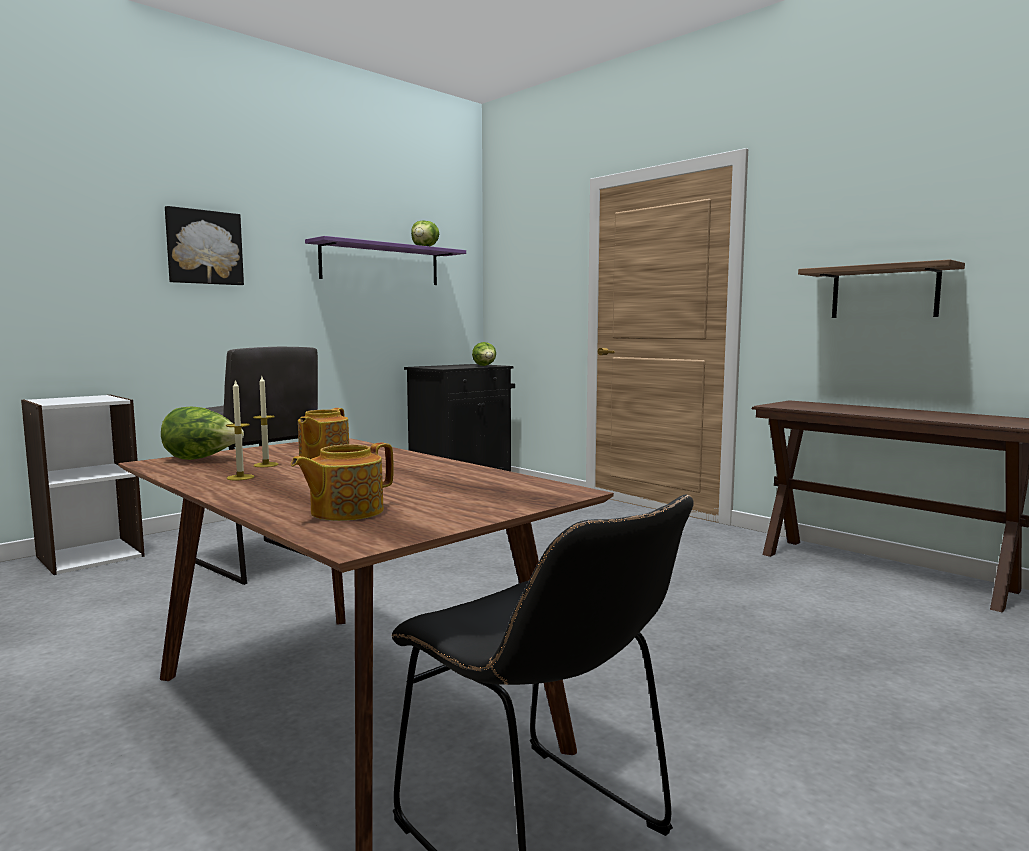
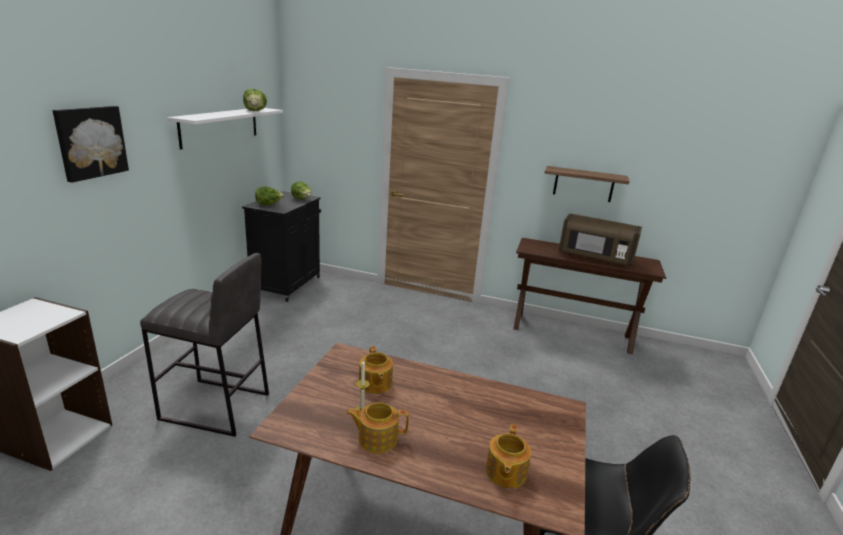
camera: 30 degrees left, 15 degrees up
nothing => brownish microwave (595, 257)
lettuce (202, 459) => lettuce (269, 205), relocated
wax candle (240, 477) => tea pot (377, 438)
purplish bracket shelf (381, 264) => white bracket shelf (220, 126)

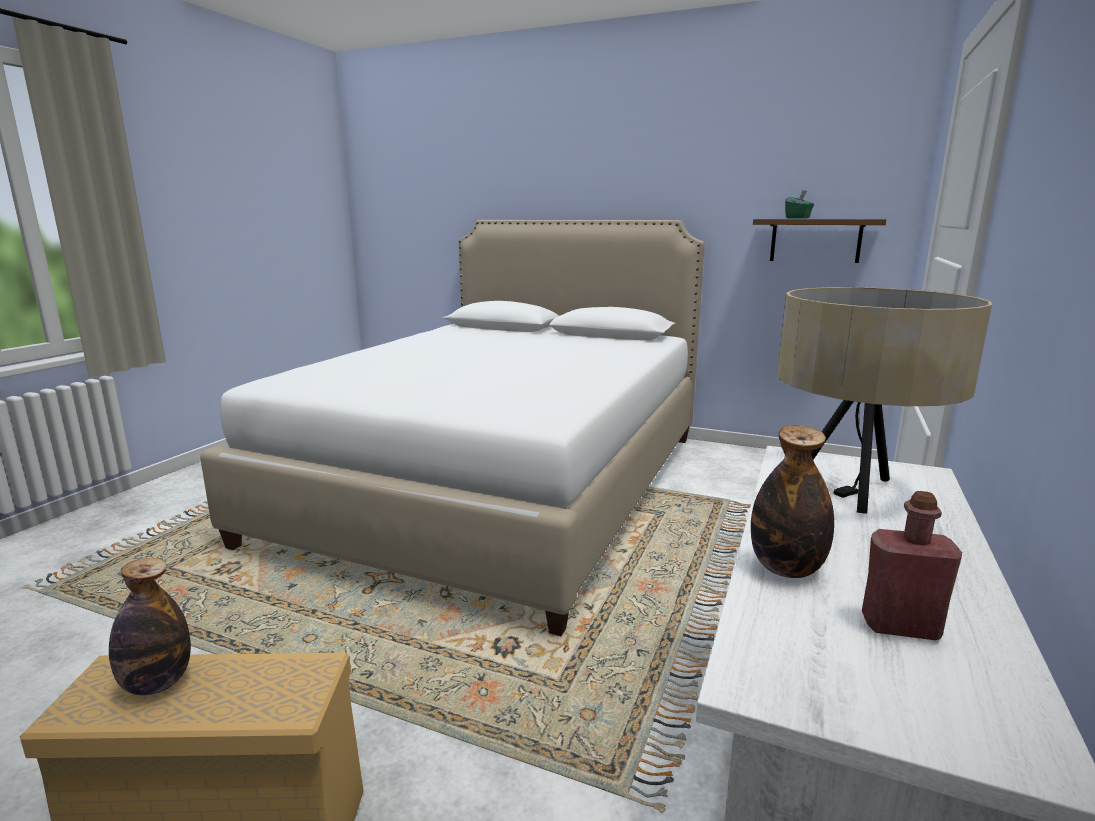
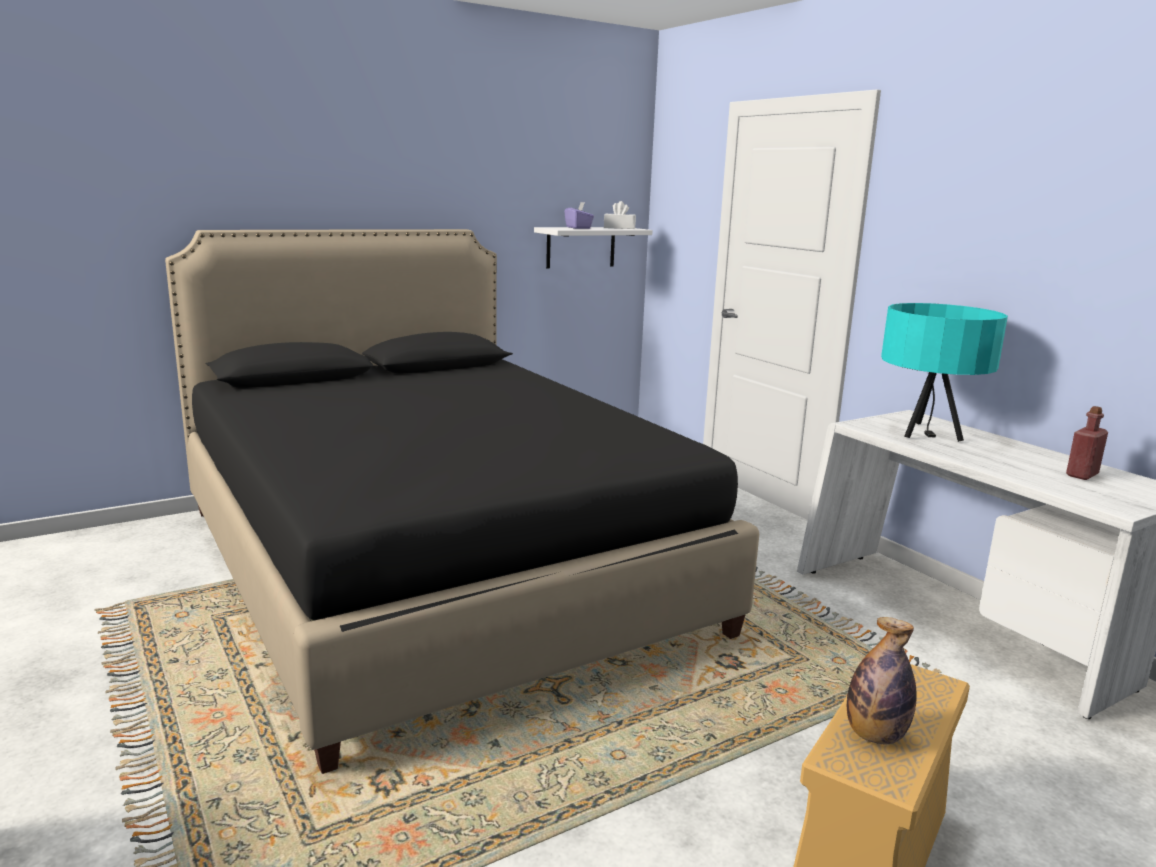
camera: 55 degrees left, 0 degrees up
bottle (786, 569) => nothing
nothing => white tissue holder (619, 228)
white bed (500, 484) => black-coloured bed (432, 567)
brownish bracket shelf (815, 240) => white bracket shelf (581, 247)
beige-coloured tabletop lamp (854, 491) => turquoise-coloured tabletop lamp (927, 433)
green tissue holder (798, 218) => purplish tissue holder (578, 228)

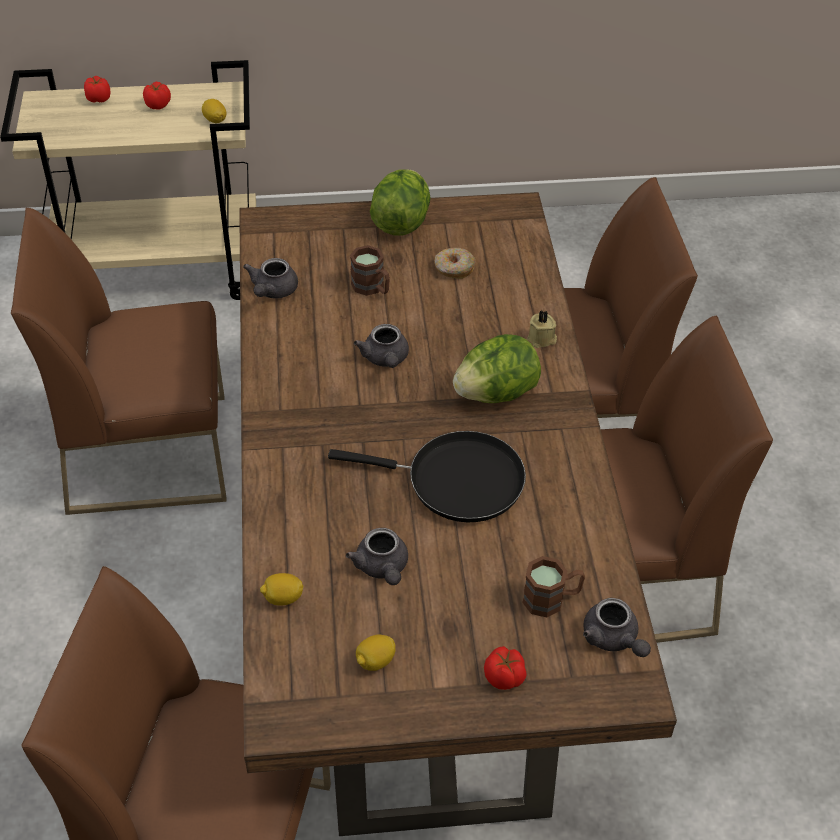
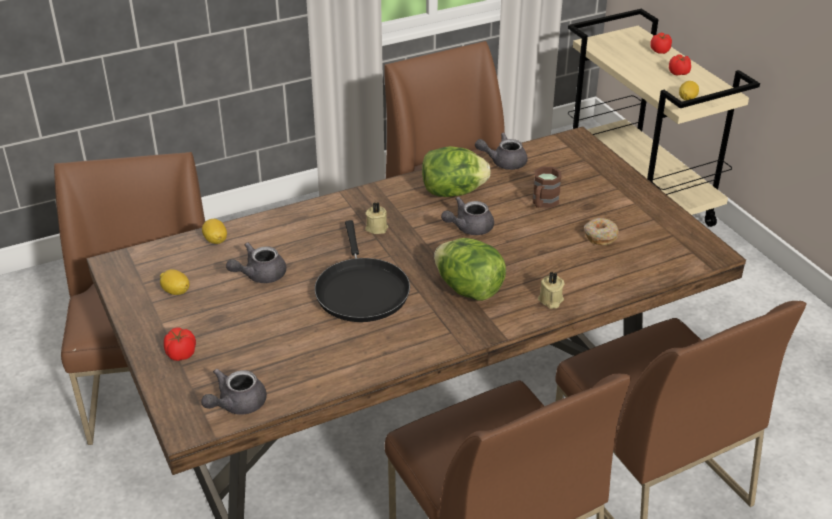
camera: 70 degrees right, 10 degrees down
brownish mug (551, 599) => nothing
nothing => beige-coloured wax candle (376, 227)
lettuce (401, 222) => lettuce (452, 192), relocated

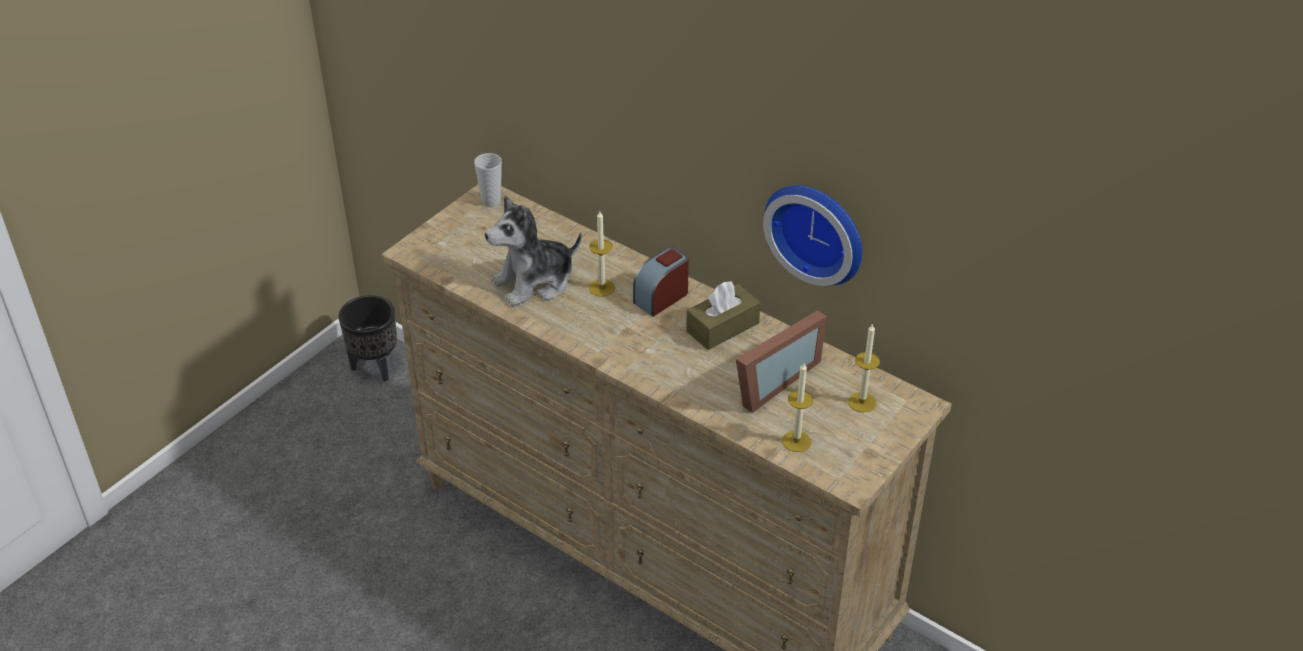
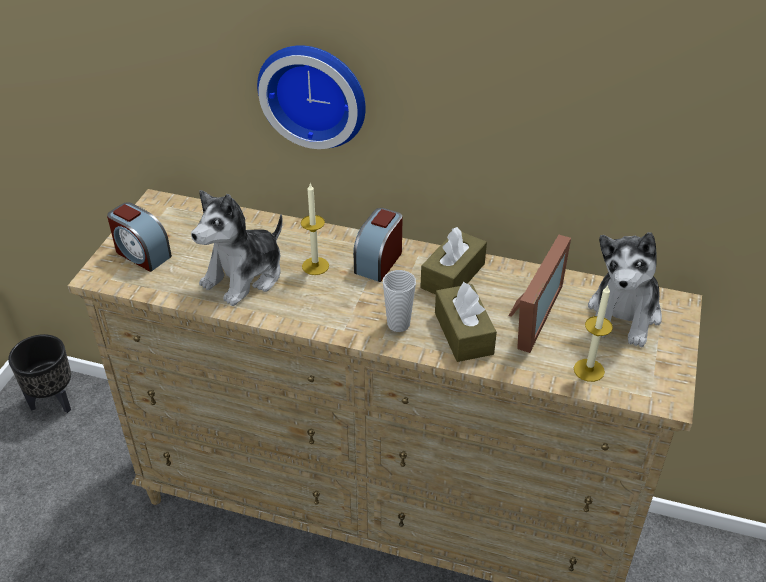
camera: 20 degrees left, 0 degrees up
nothing => table clock (142, 254)
nothing => brownish tissue holder (463, 333)
cup (491, 201) => cup (398, 324), relocated
clock on the wall (818, 230) => clock on the wall (314, 93), relocated
wax candle (862, 402) => plush toy (624, 315)

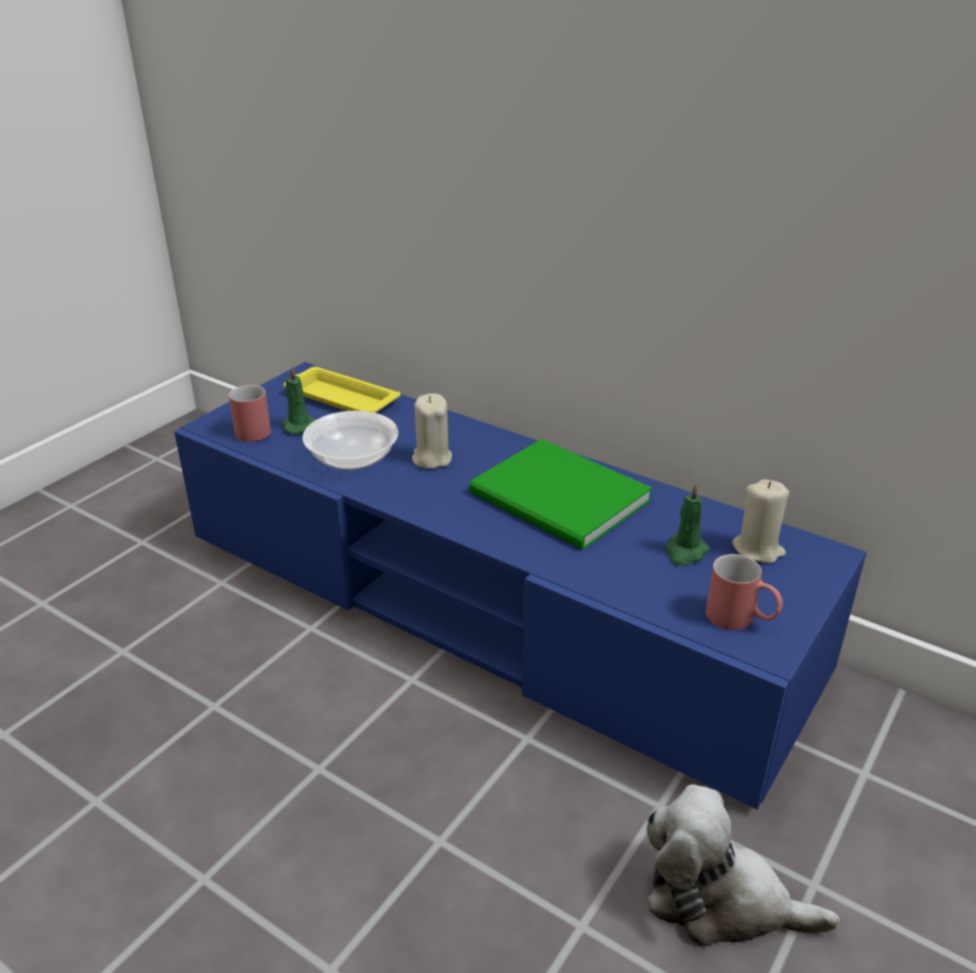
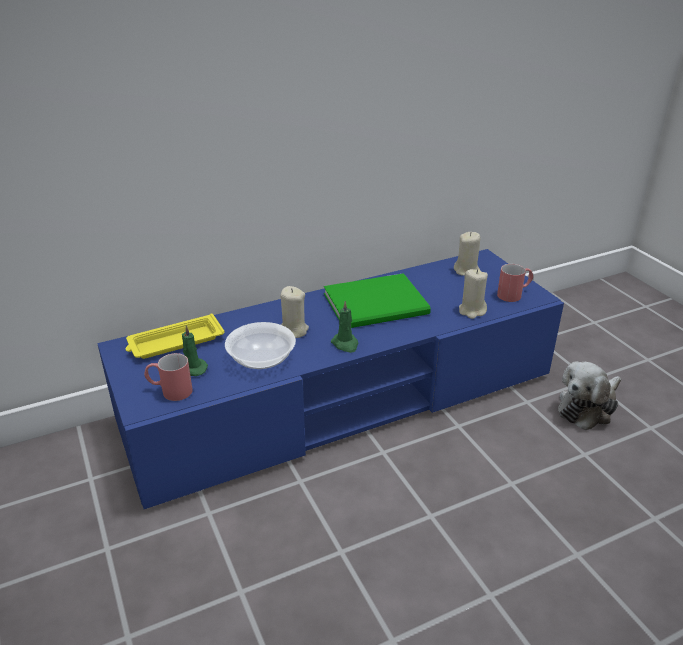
camera: 60 degrees left, 0 degrees up
nothing => beige-coloured wax candle (472, 311)
green wax candle (685, 552) => green wax candle (345, 344), relocated

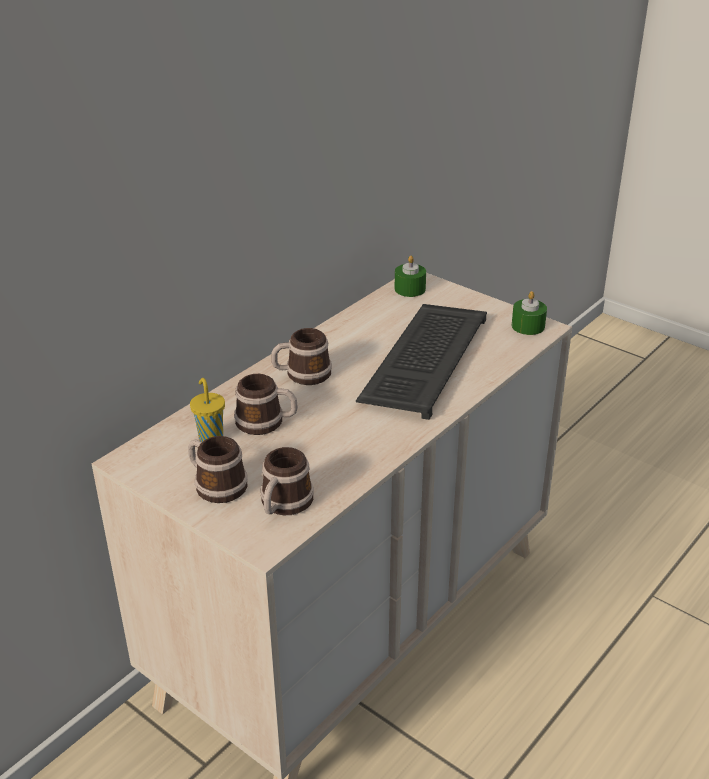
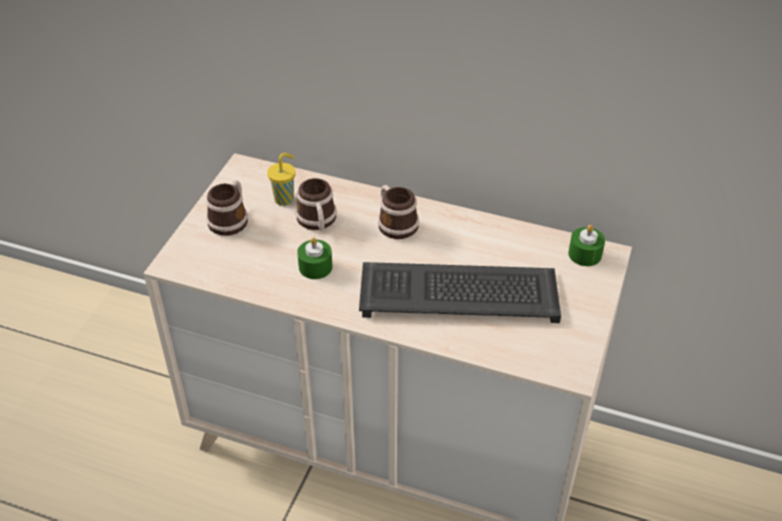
camera: 70 degrees right, 10 degrees up
mug (283, 505) => nothing
green wax candle (528, 326) => green wax candle (315, 267), relocated

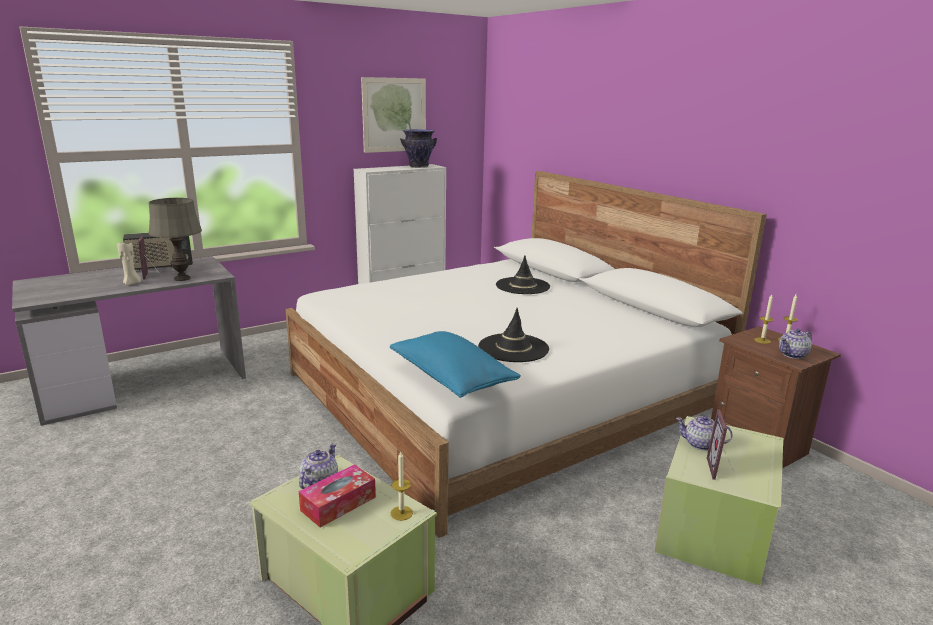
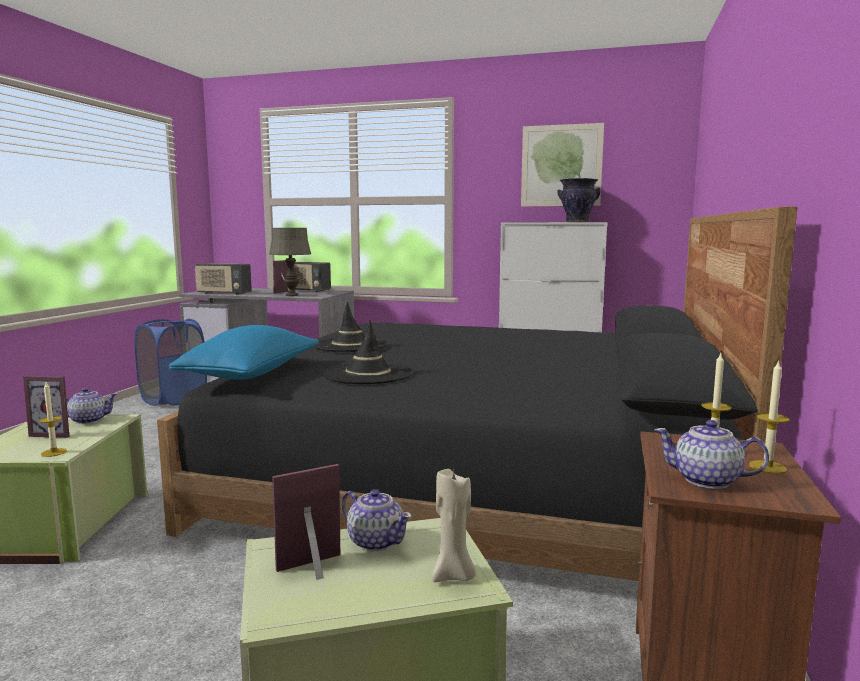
camera: 50 degrees right, 10 degrees down
nothing => blue laundry basket (174, 399)
nothing => radio (223, 293)
beige-coloured wax candle (132, 283) => beige-coloured wax candle (454, 576), relocated
black-coloured wearable hat (522, 286) => black-coloured wearable hat (350, 345), relocated
tissue holder (338, 504) => standing frame (56, 433)
white bed (500, 393) => black-coloured bed (479, 472)
tea pot (701, 444) => tea pot (375, 541), 150 degrees clockwise

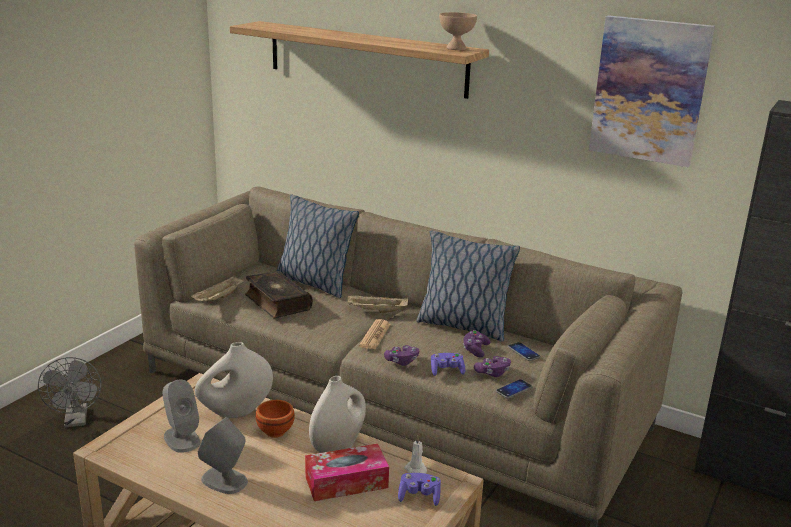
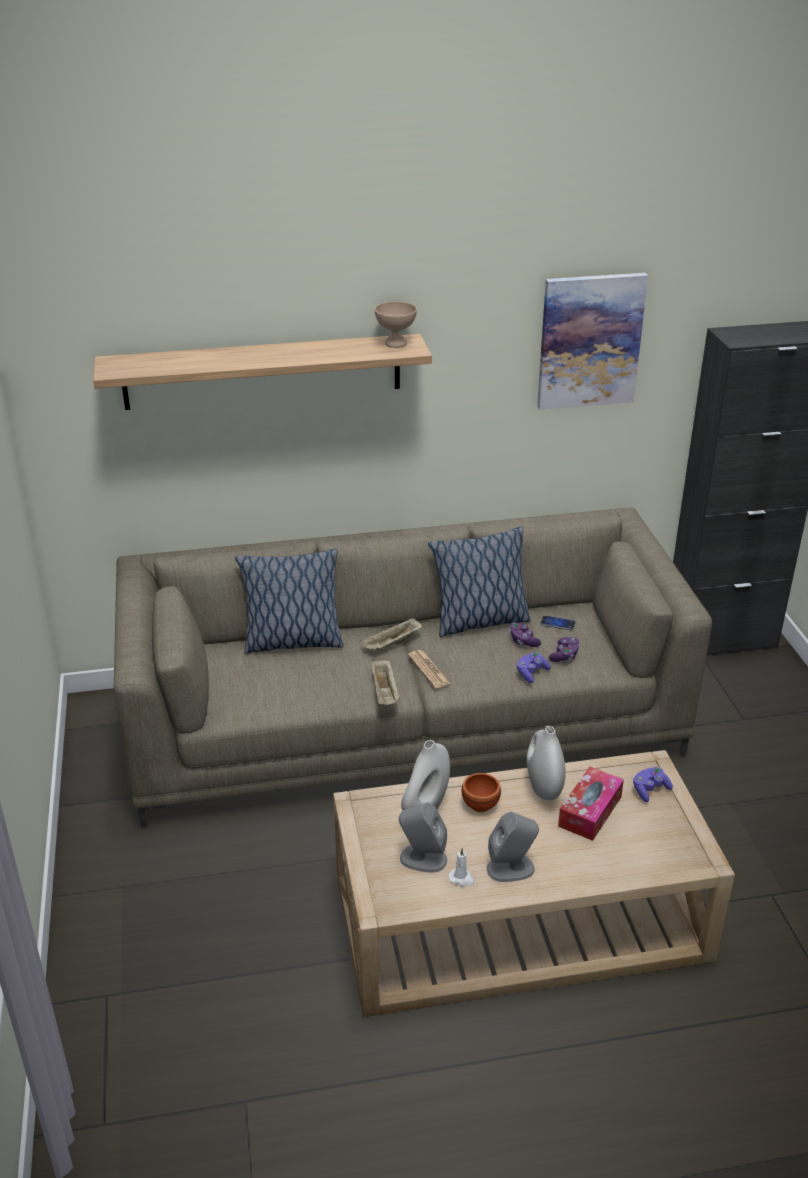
camera: 40 degrees left, 10 degrees up
grey cooling fan (76, 421) => nothing
book (277, 302) => nothing
purplish joypad (402, 361) => nothing
handset (514, 389) => nothing
beige-coloured tray (219, 299) => beige-coloured tray (385, 692), relocated
white wax candle (416, 471) => white wax candle (462, 879), relocated

